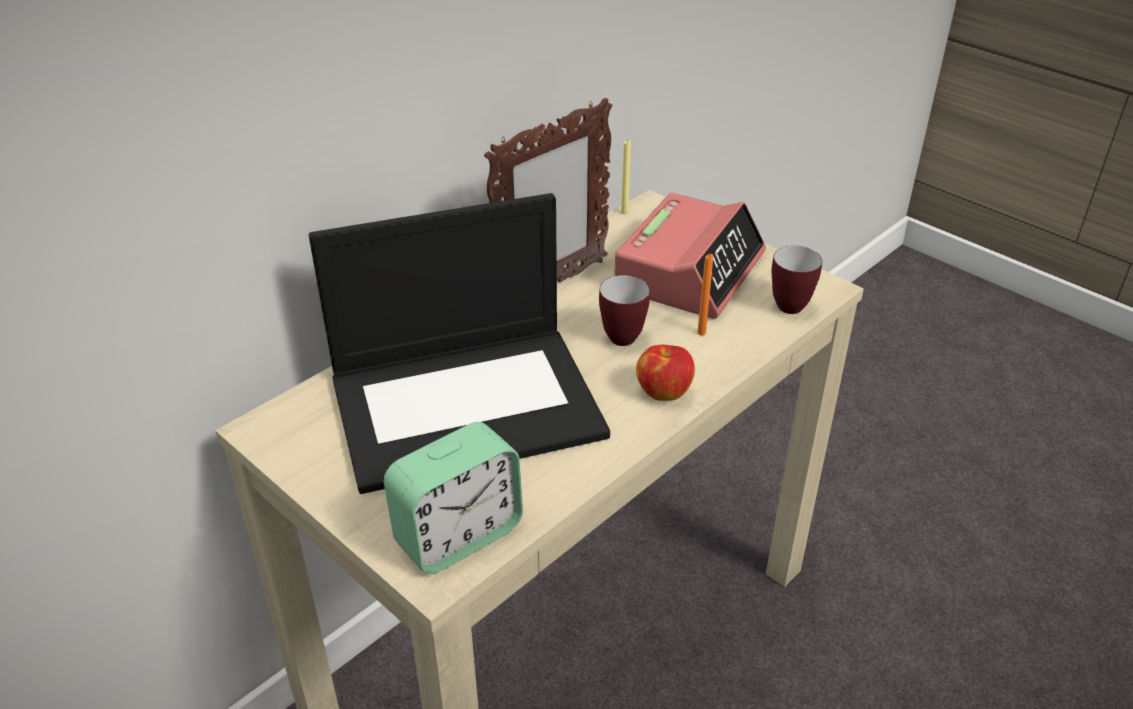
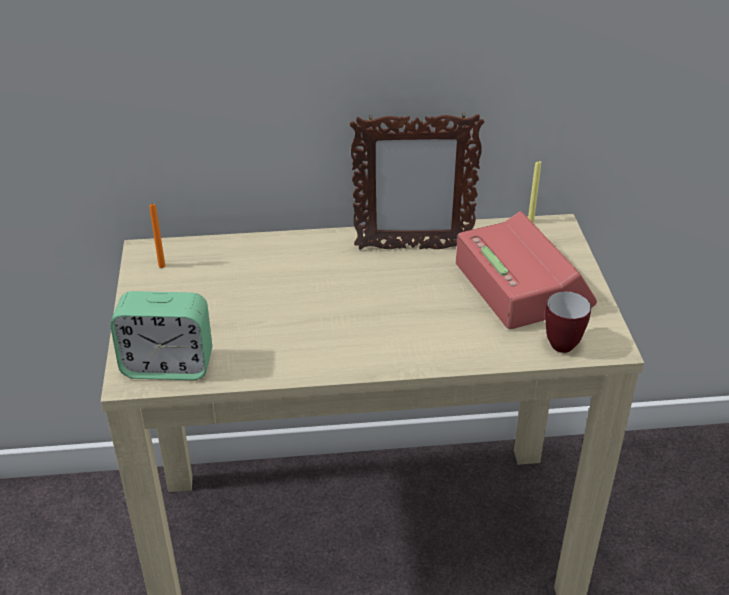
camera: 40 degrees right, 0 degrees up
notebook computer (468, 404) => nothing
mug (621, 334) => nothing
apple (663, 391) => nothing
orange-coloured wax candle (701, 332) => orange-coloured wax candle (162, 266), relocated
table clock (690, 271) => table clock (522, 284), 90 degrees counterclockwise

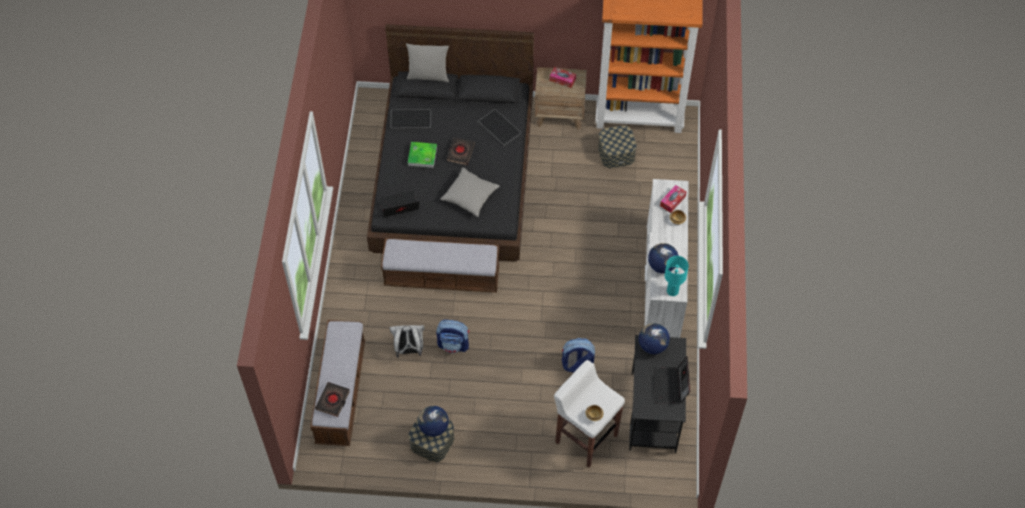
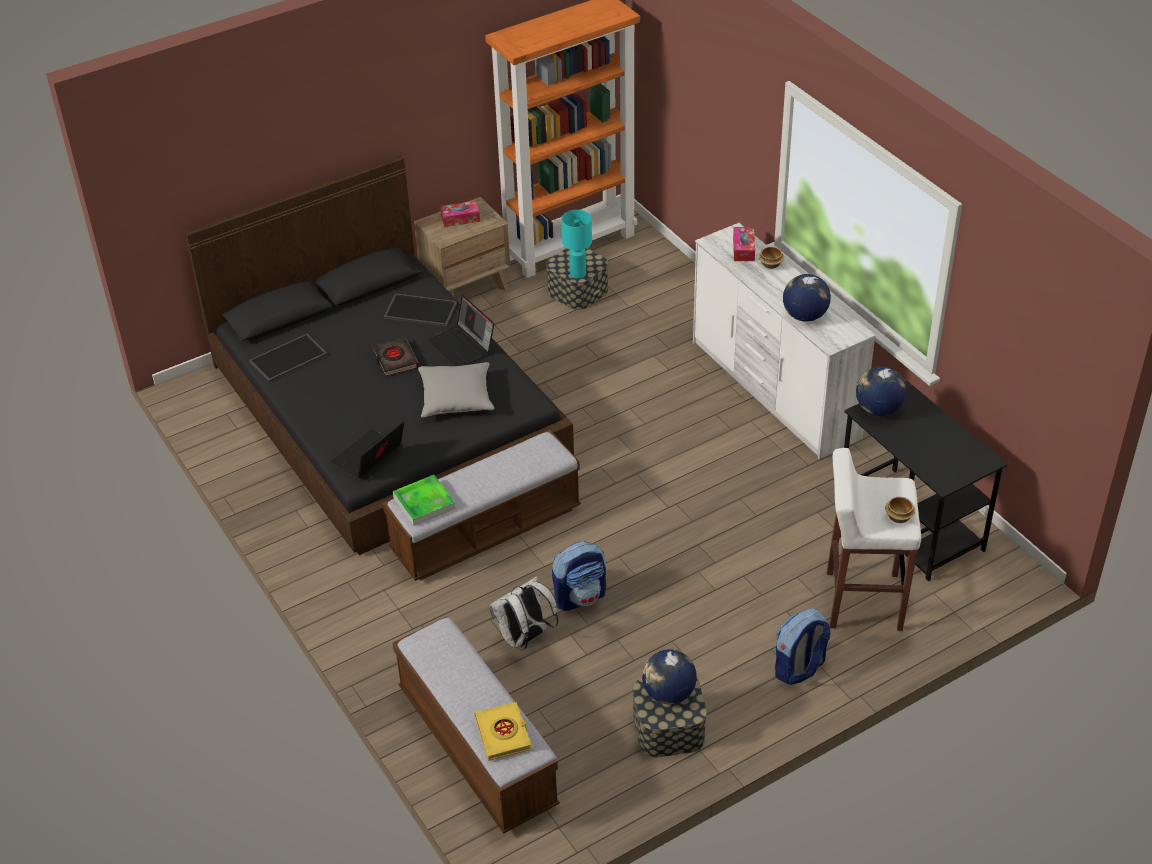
camera: 35 degrees left, 15 degrees down
grey cushion (428, 75) => nothing
tray (422, 156) => tray (424, 503), relocated
rucksack (577, 364) => rucksack (799, 668), relocated
notebook computer (670, 386) => notebook computer (462, 346), relocated
turquoise-coloured tabletop lamp (672, 291) => turquoise-coloured tabletop lamp (578, 274), relocated
black-coloured book (333, 400) => yellow-coloured book (503, 734)

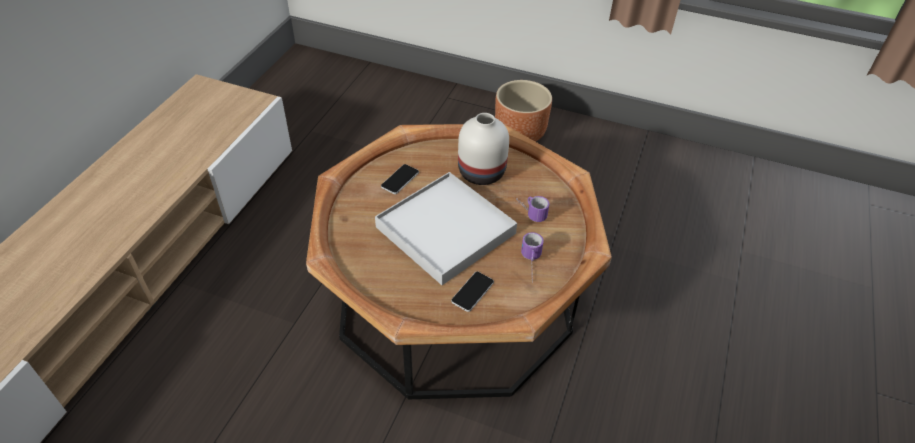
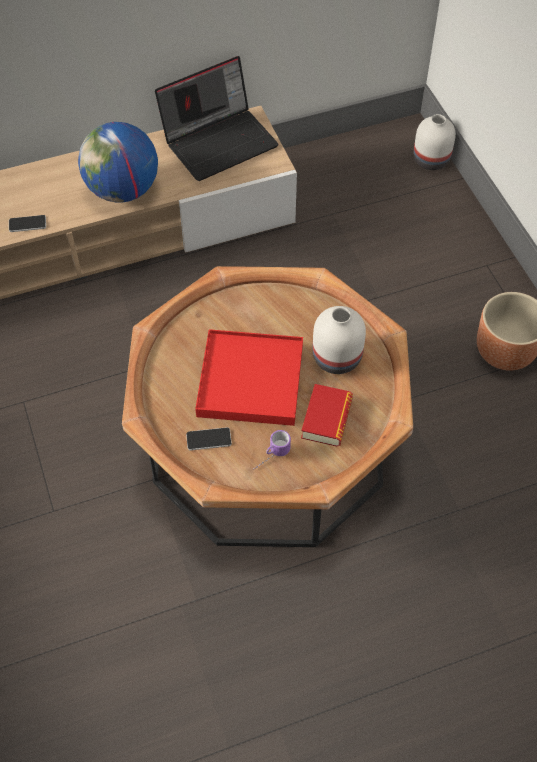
camera: 50 degrees right, 10 degrees up
nothing => world globe (123, 191)
nothing => notebook computer (220, 141)
nothing => white flower vase (432, 159)
handset (400, 179) => handset (27, 224), relocated
mug (529, 212) => book (326, 419)
white tray (445, 230) => red tray (250, 381)

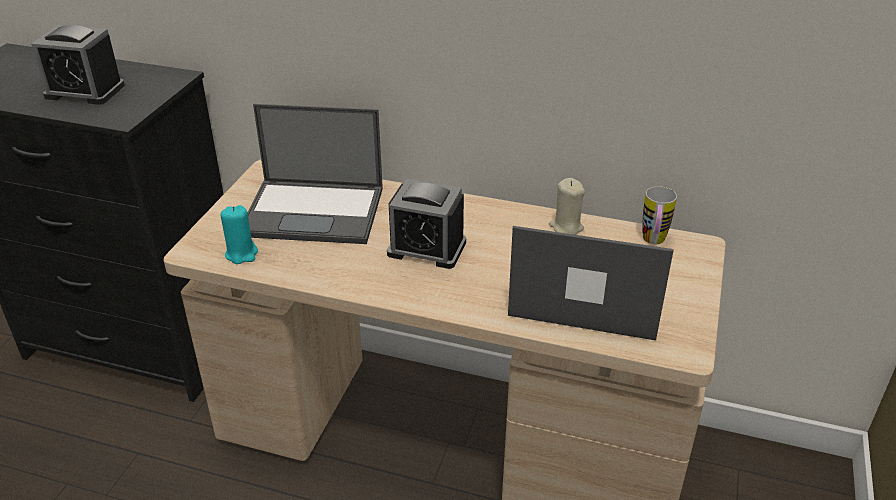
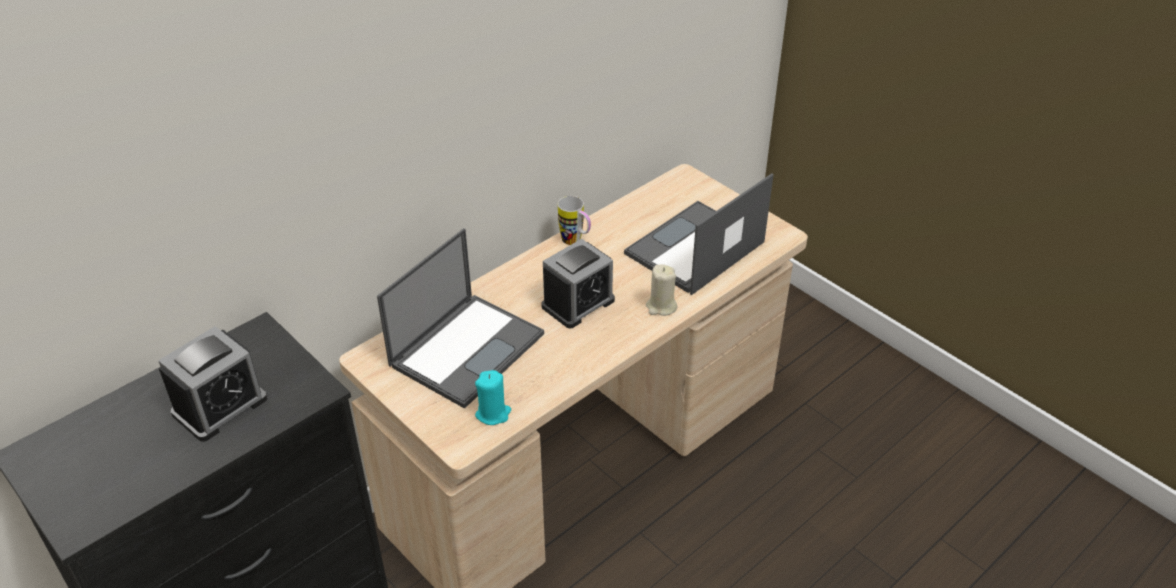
camera: 60 degrees left, 5 degrees up
beige-coloured wax candle (566, 227) => beige-coloured wax candle (661, 306), relocated
mug (653, 242) => mug (575, 242), relocated

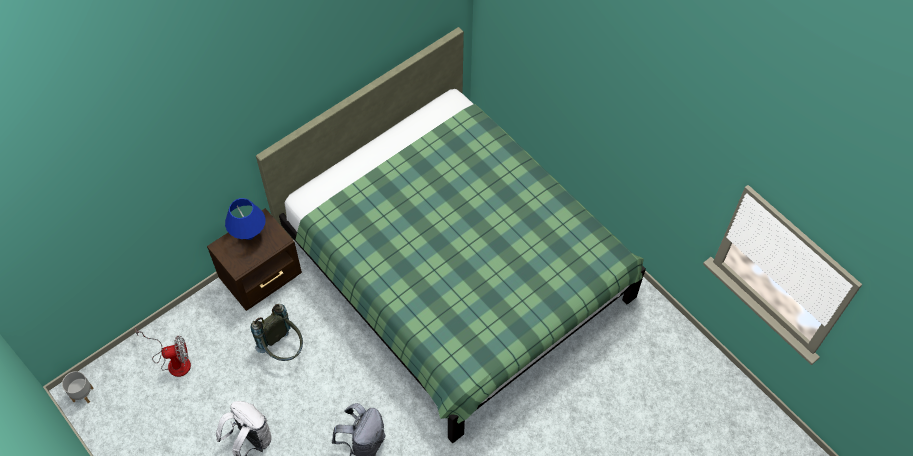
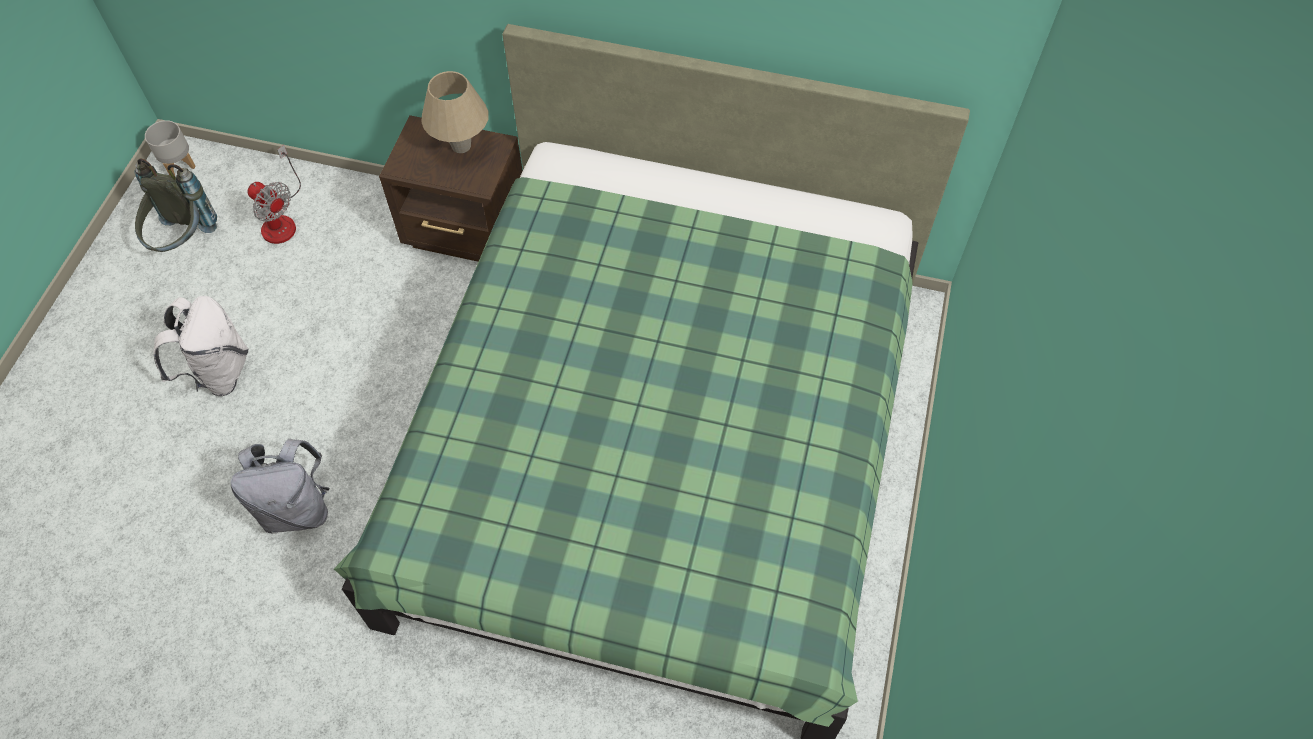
camera: 55 degrees right, 0 degrees up
grey rucksack (283, 349) => grey rucksack (184, 242), relocated
blue tabletop lamp (249, 234) => beige-coloured tabletop lamp (461, 146)

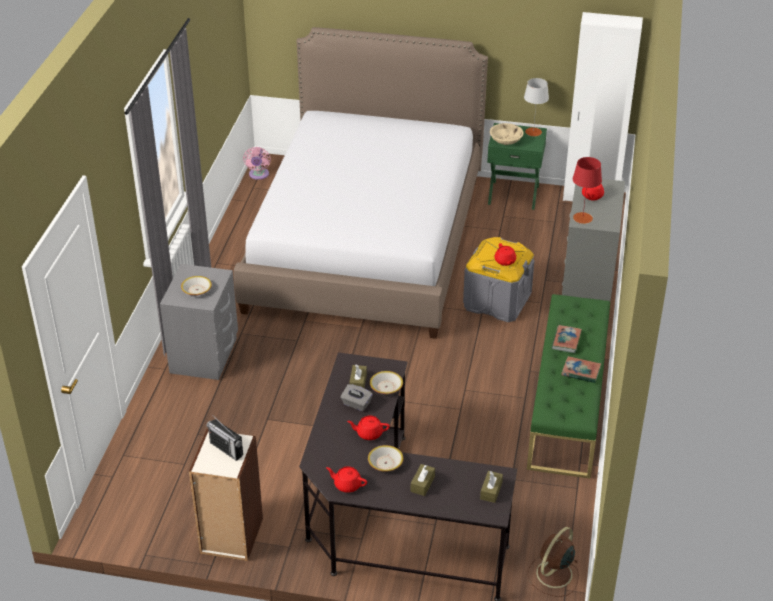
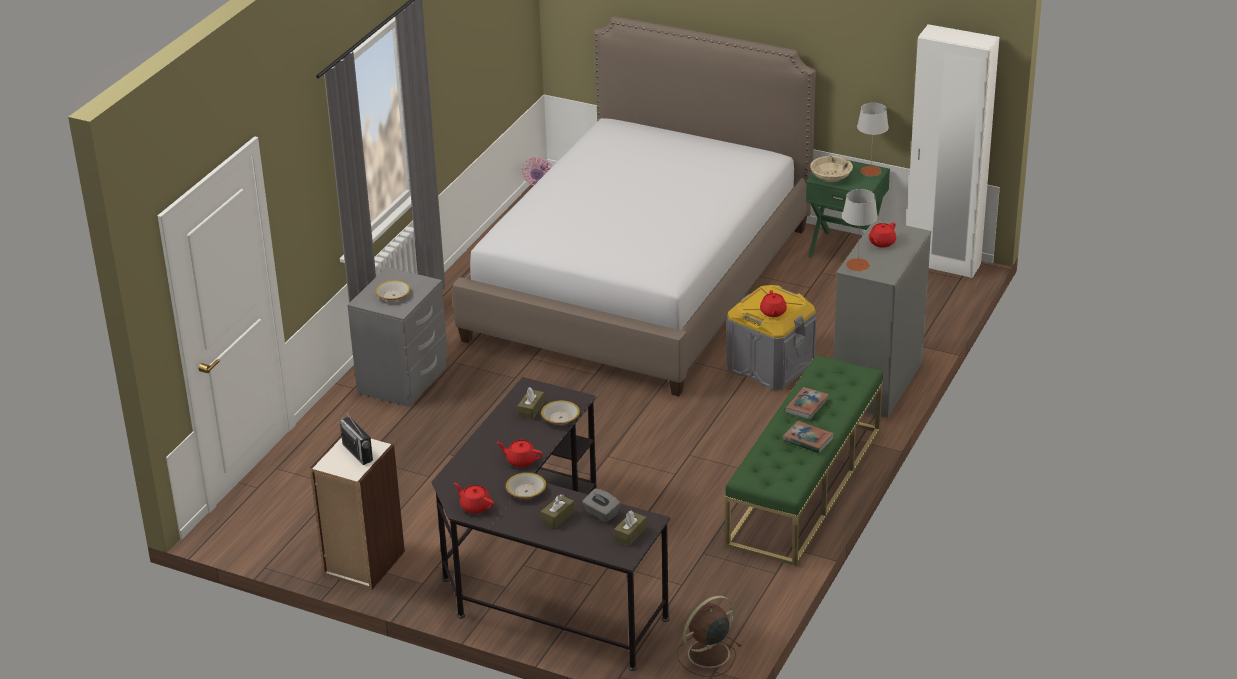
camera: 15 degrees right, 5 degrees down
grey tissue holder (356, 404) => grey tissue holder (601, 514), relocated
red tabletop lamp (582, 218) => grey tabletop lamp (857, 265)

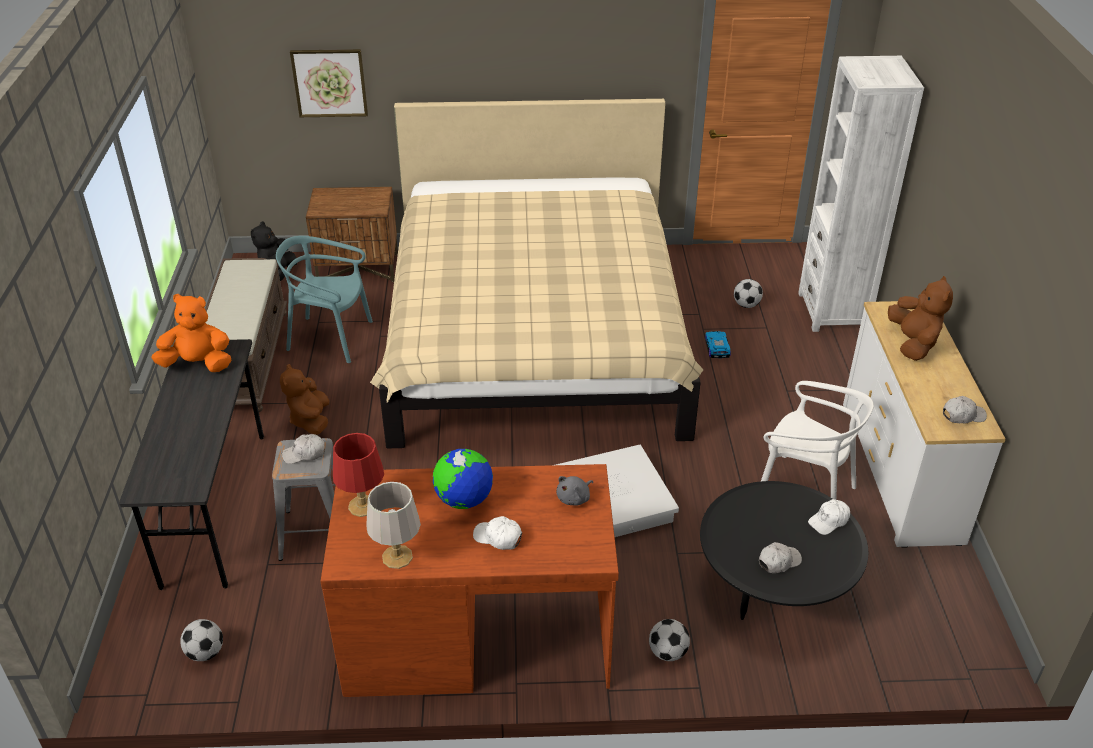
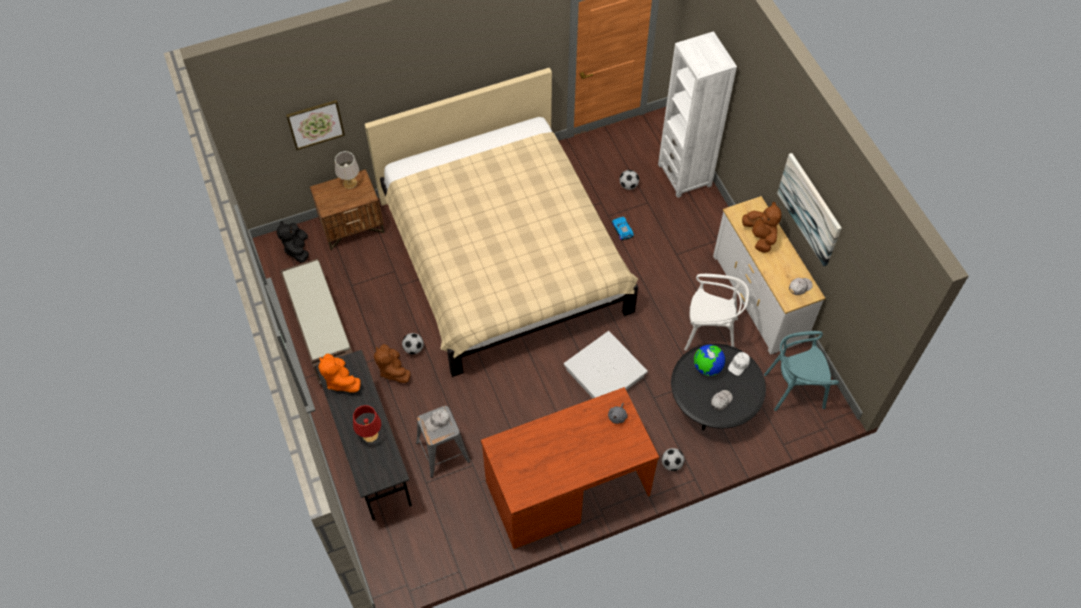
camera: 20 degrees left, 20 degrees up
white baseball cap (498, 537) => nothing
nothing => wall art (809, 209)
ball for football (205, 653) => ball for football (413, 349), relocated
turquoise-coloured upright chair (330, 338) => turquoise-coloured upright chair (794, 388), relocated
red tabletop lamp (363, 506) => red tabletop lamp (370, 435), relocated
grey tabletop lamp (397, 557) => grey tabletop lamp (350, 183), relocated
world globe (464, 500) => world globe (707, 367), relocated
orange-coloured plush toy (198, 364) => orange-coloured plush toy (340, 380), 105 degrees counterclockwise

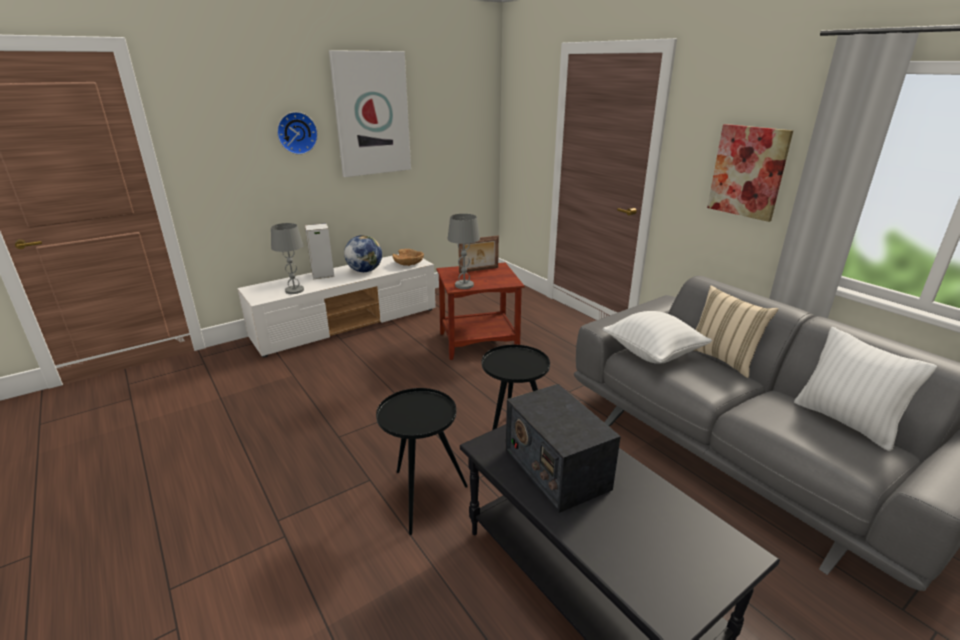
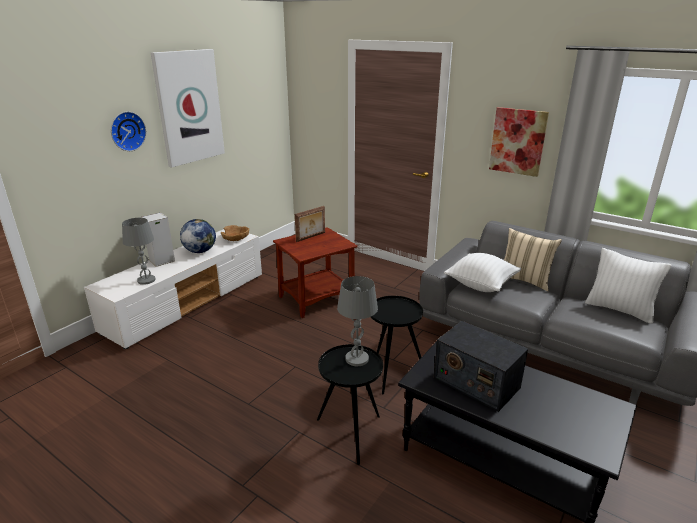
camera: 20 degrees left, 0 degrees up
grey tabletop lamp (464, 285) => grey tabletop lamp (357, 359), relocated

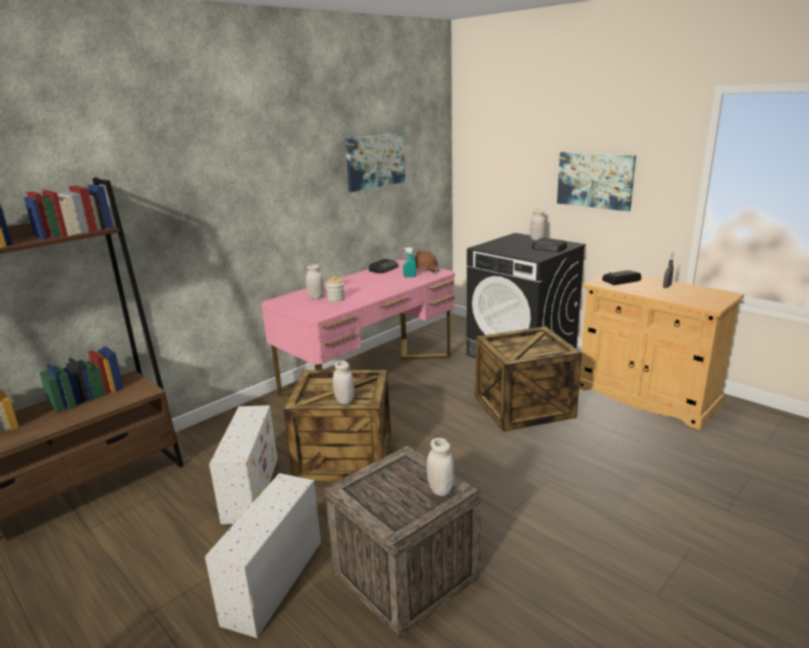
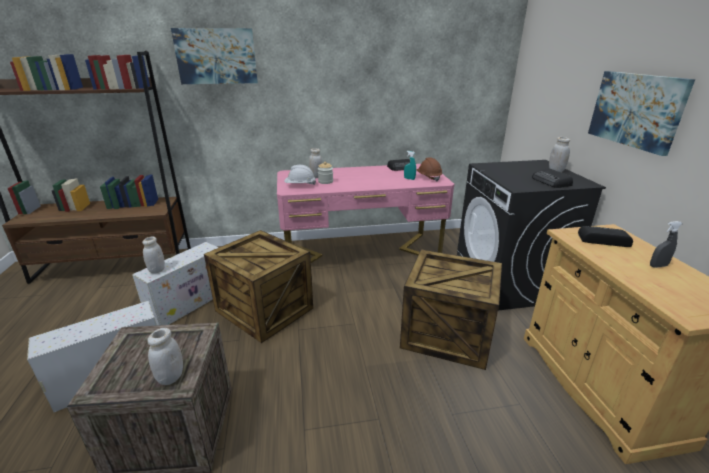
camera: 35 degrees right, 5 degrees up
nothing => white hard hat (300, 185)
white preserve jar (344, 401) => white preserve jar (157, 270), relocated
wall art (375, 161) => wall art (216, 56), relocated

